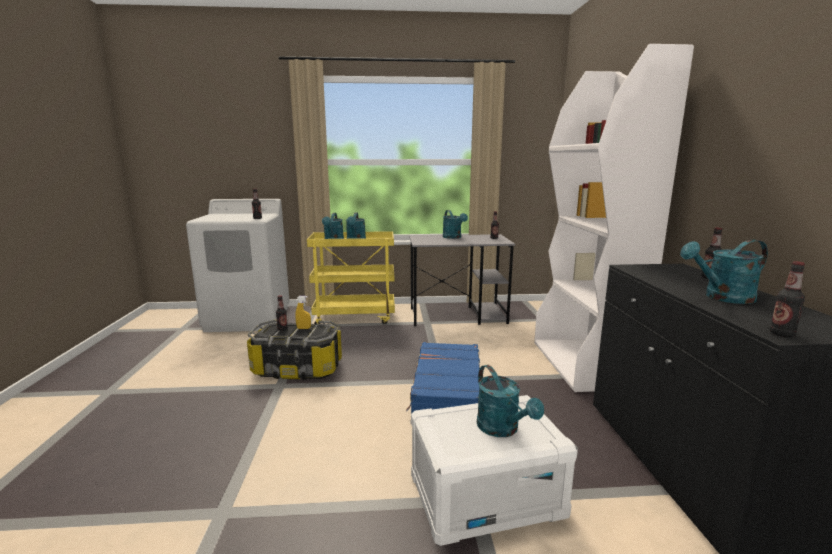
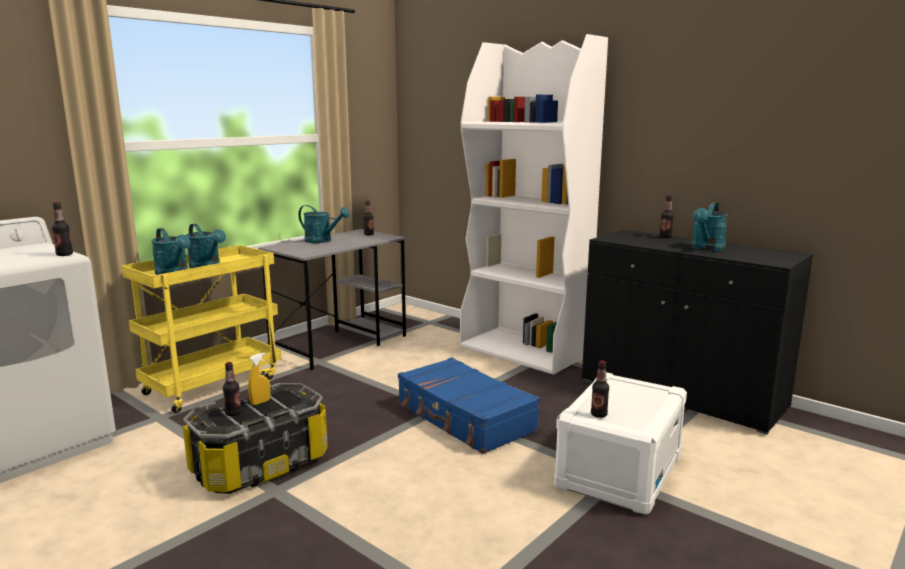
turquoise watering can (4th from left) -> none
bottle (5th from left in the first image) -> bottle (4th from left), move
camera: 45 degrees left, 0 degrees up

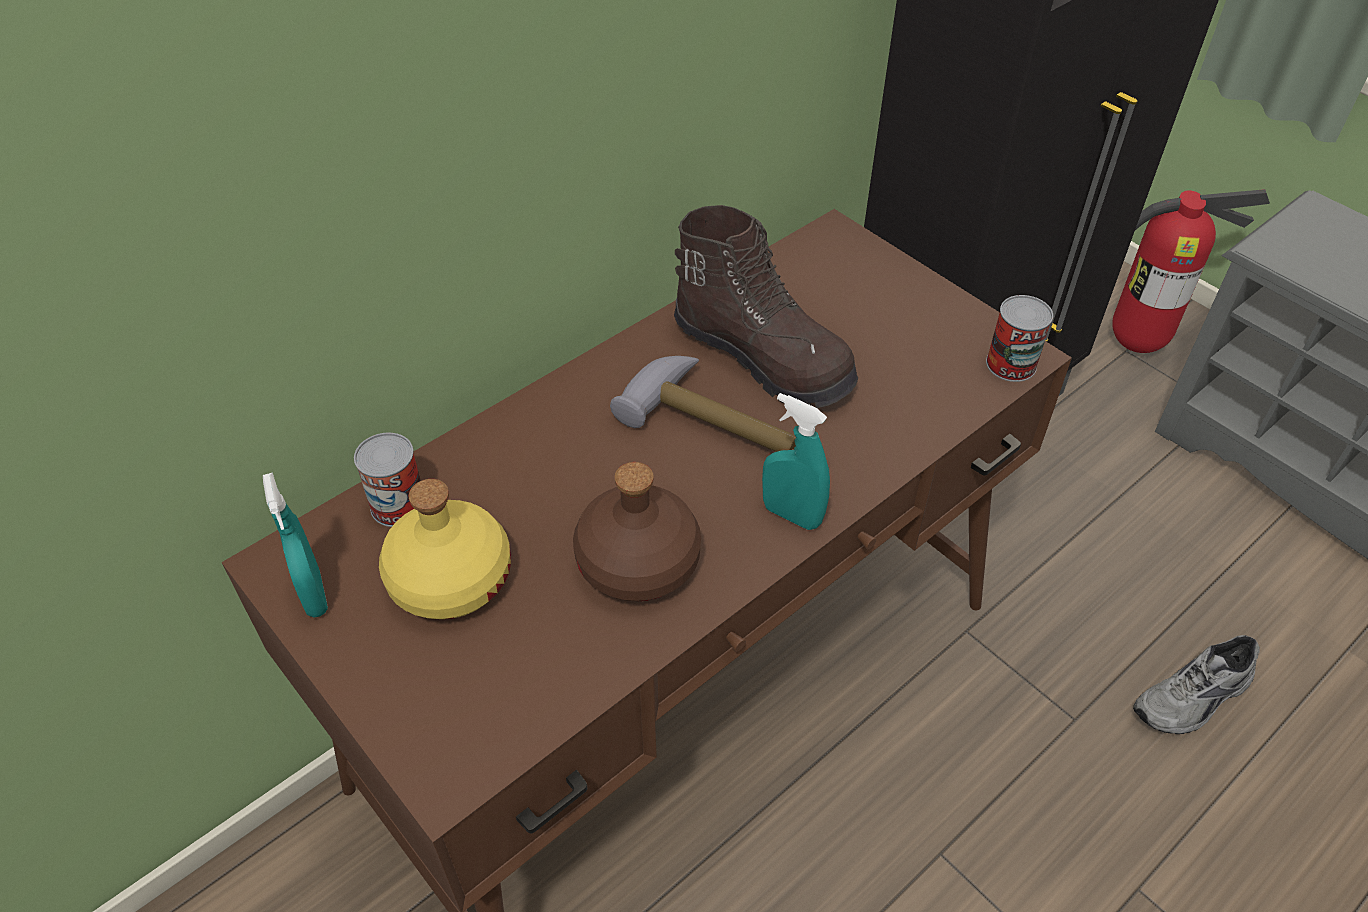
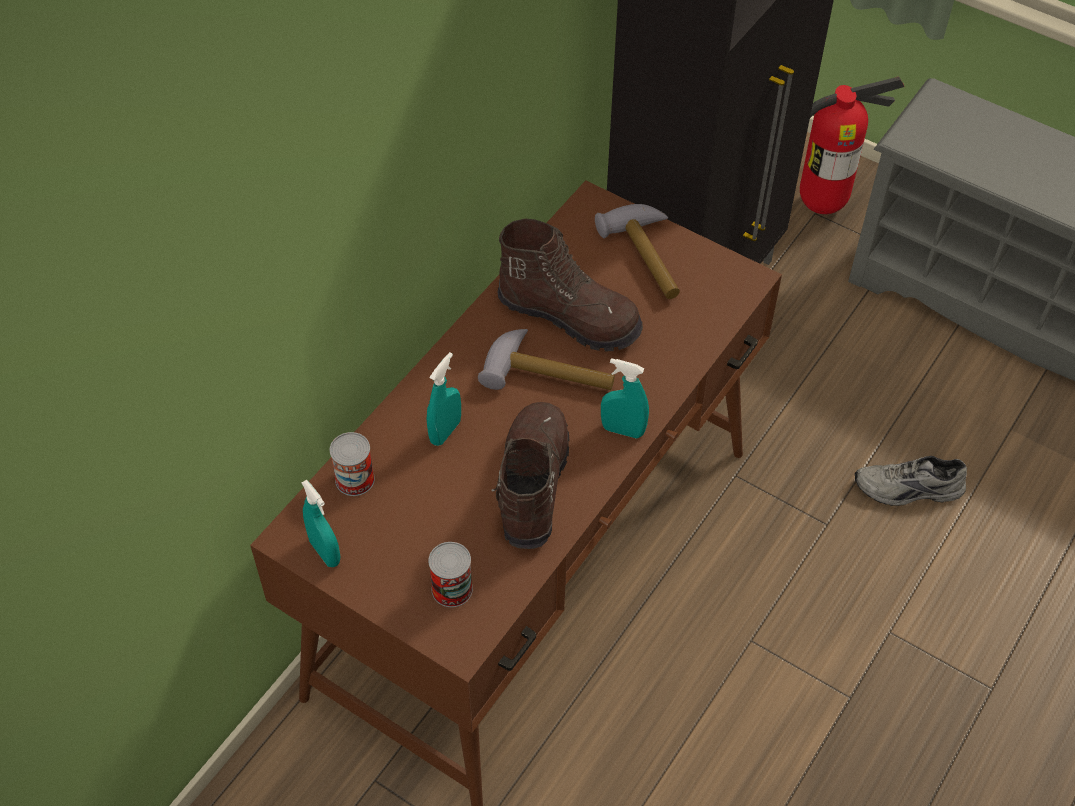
yellow bottle -> none
none -> turquoise spray bottle (2nd from left)
none -> hammer (2nd from left)
can (2nd from left), move
brown bottle -> brown boot (1st from left)
grey shoe, 45 degrees clockwise
camera: 15 degrees left, 5 degrees up

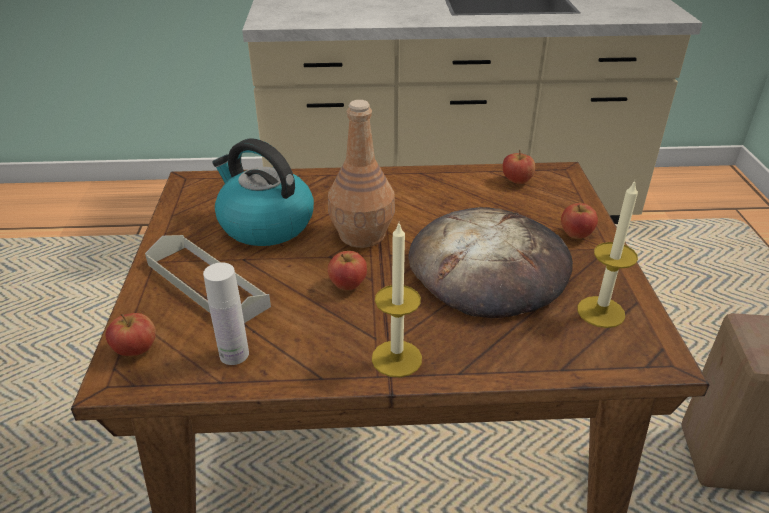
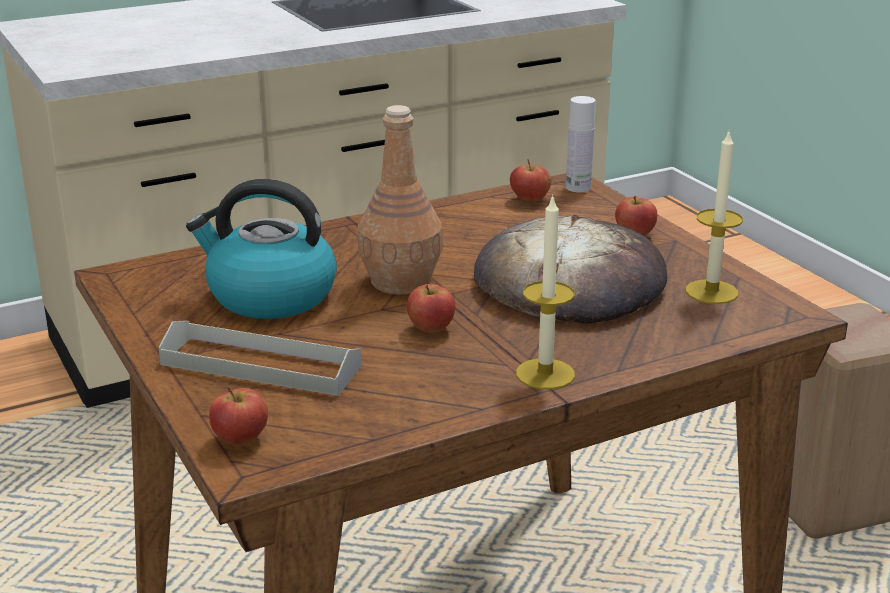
white bottle, move
camera: 25 degrees left, 10 degrees down

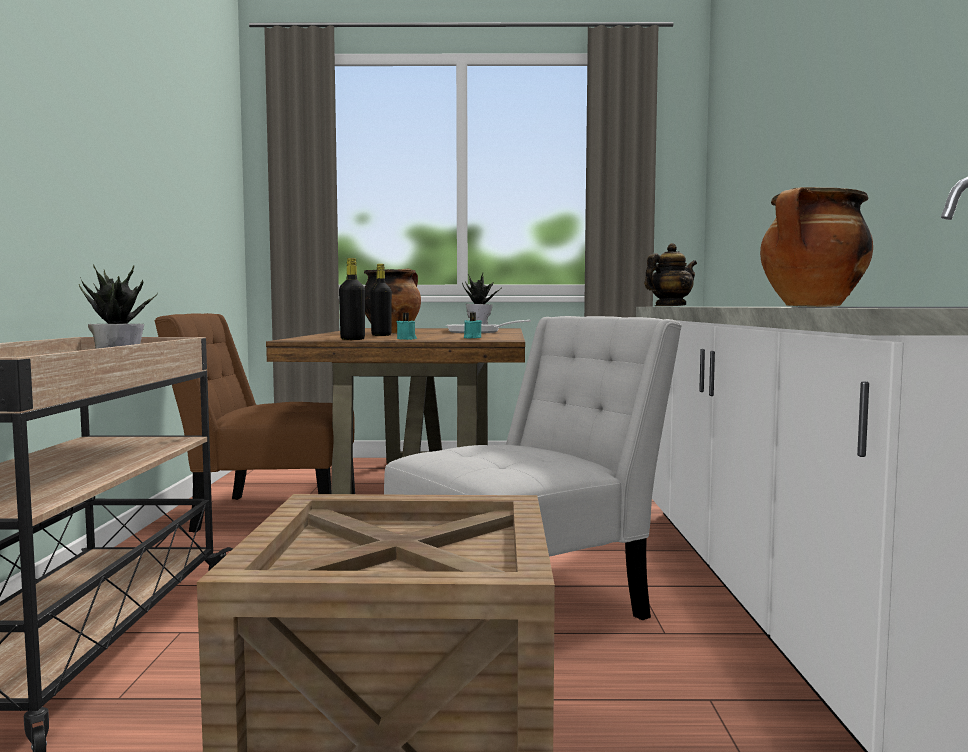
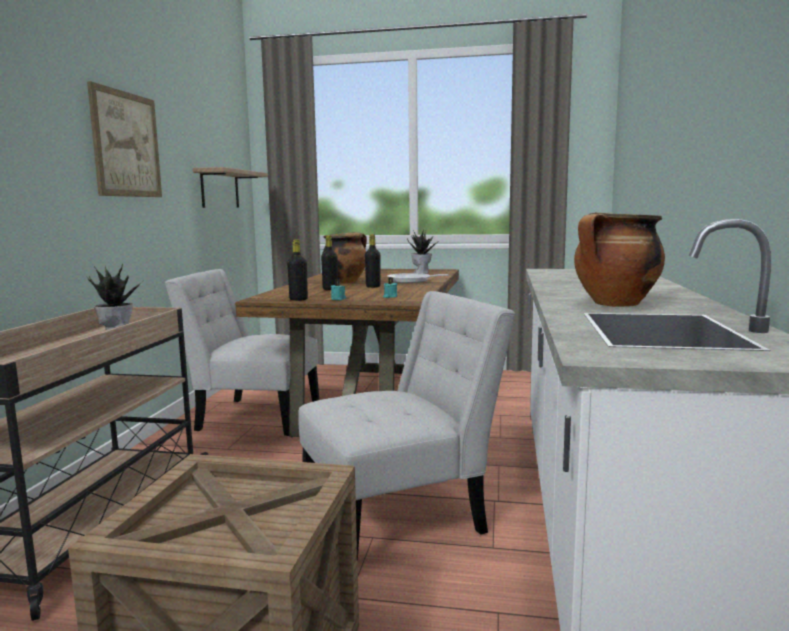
teapot -> none
none -> picture
none -> shelf
none -> black bottle (3rd from left)
brown chair -> white chair (1st from left)
camera: 10 degrees right, 5 degrees up

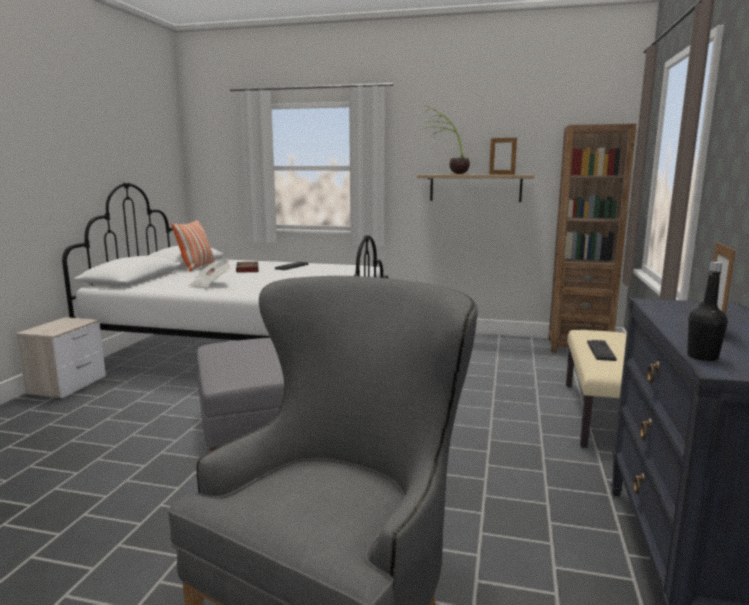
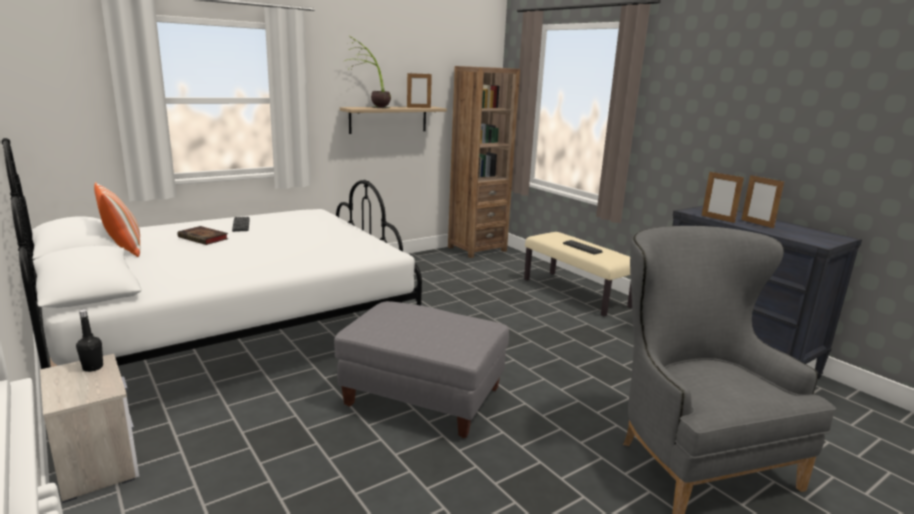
newspaper -> none
none -> picture frame (2nd from left)
black bottle, move
camera: 50 degrees left, 5 degrees up

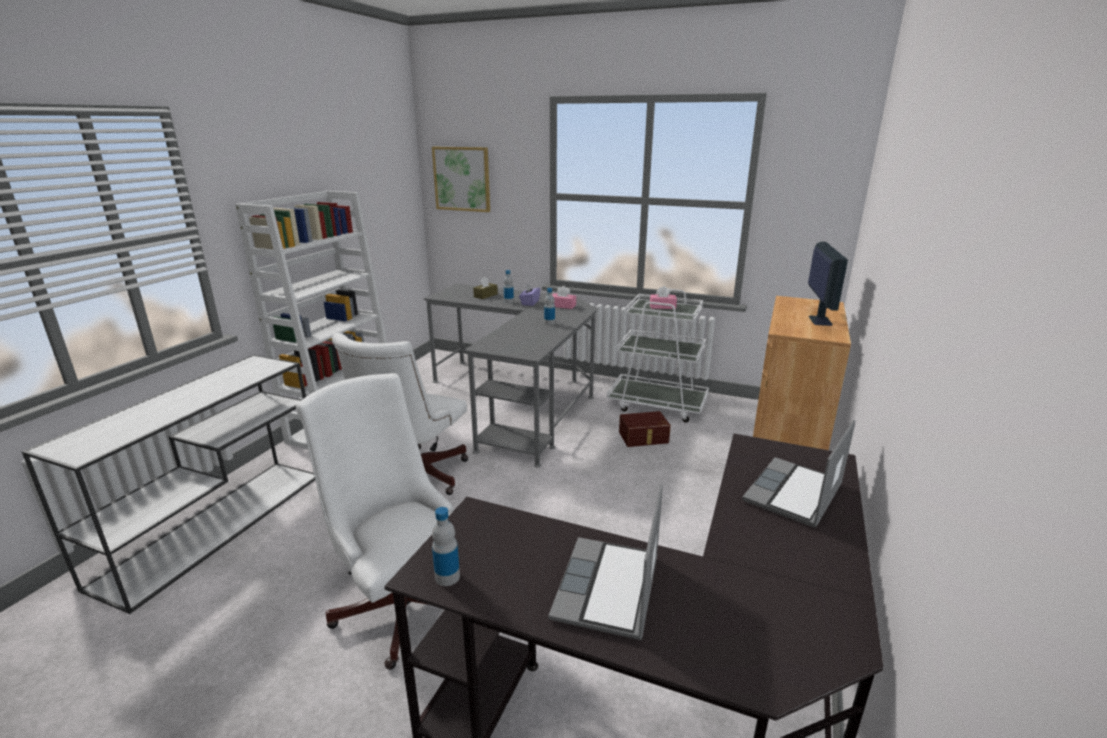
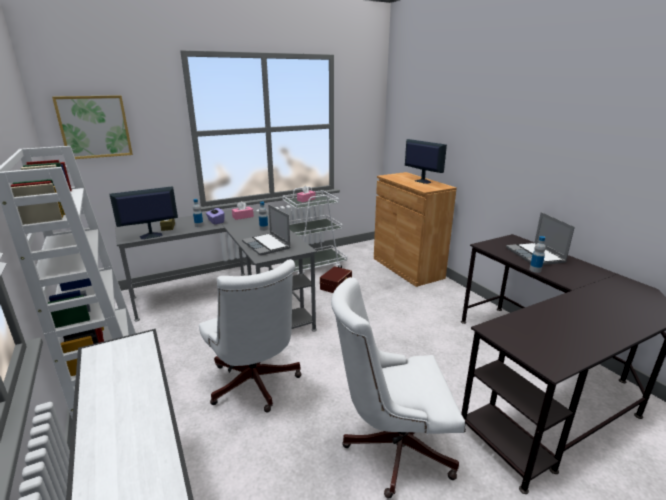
none -> monitor (1st from left)
bottle (1st from left in the first image) -> bottle (3rd from left), move
laptop (1st from left), move
camera: 50 degrees left, 0 degrees up

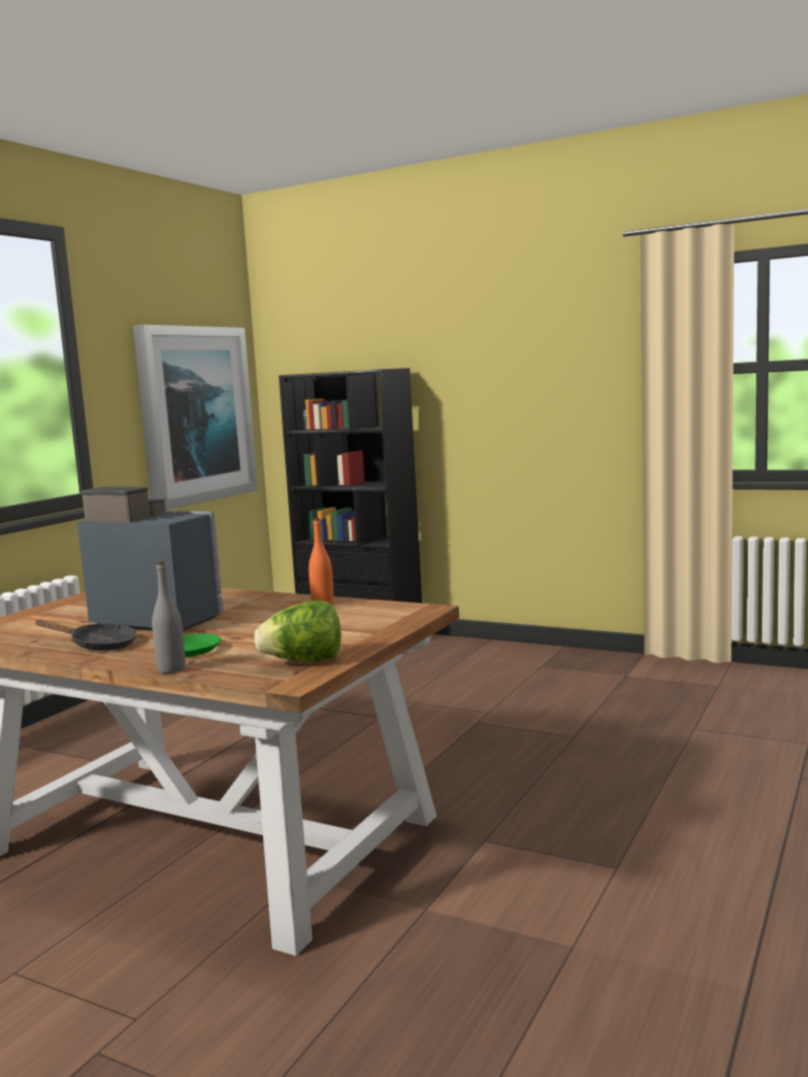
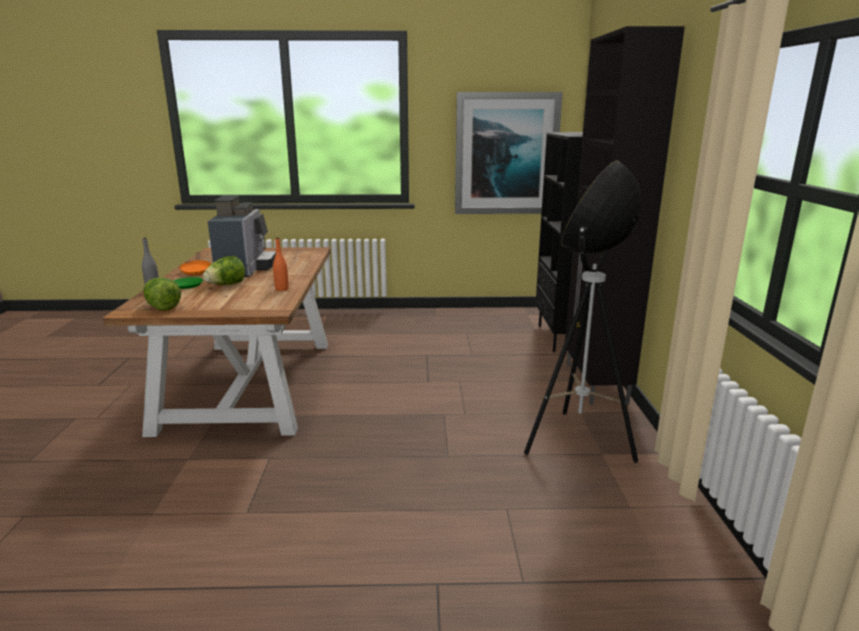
none -> lettuce (2nd from left)
none -> floor lamp
none -> black cabinet
black frying pan -> orange frying pan
camera: 60 degrees right, 10 degrees up

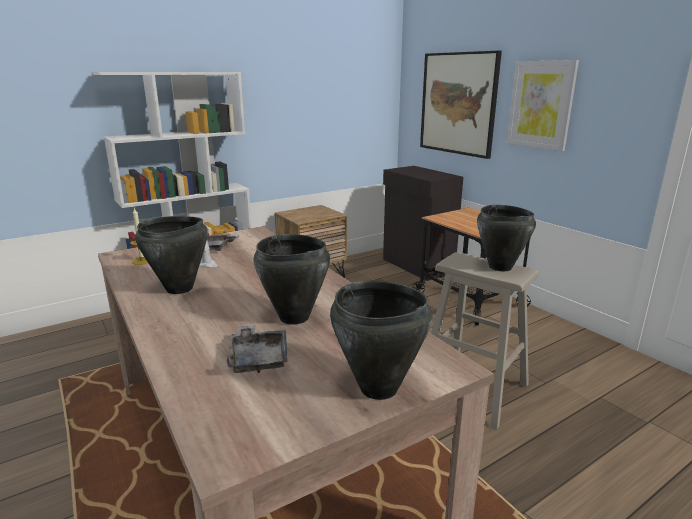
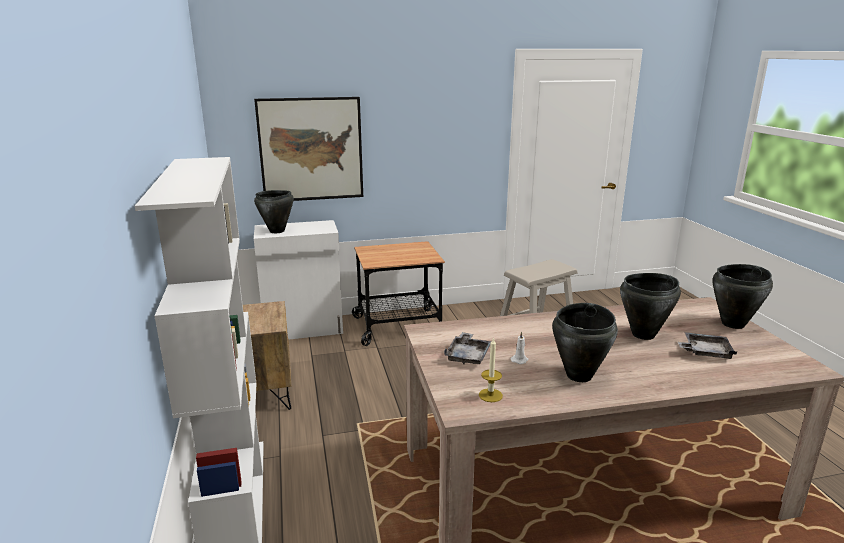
picture (2nd from left) -> none
black cooking pot (4th from left in the first image) -> black cooking pot (1st from left), move
black cabinet -> white cabinet
camera: 70 degrees left, 0 degrees up

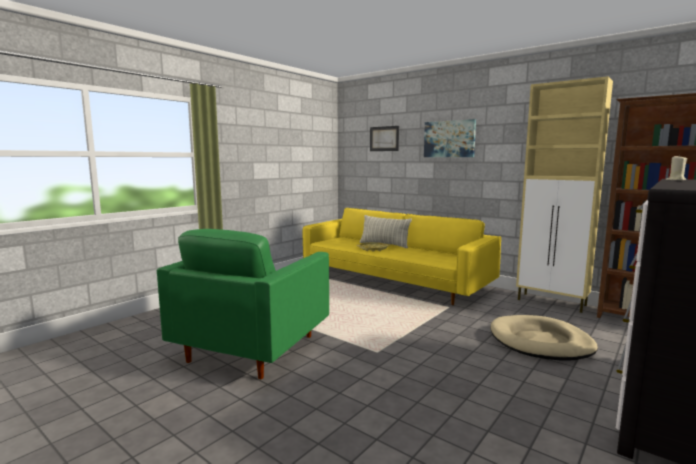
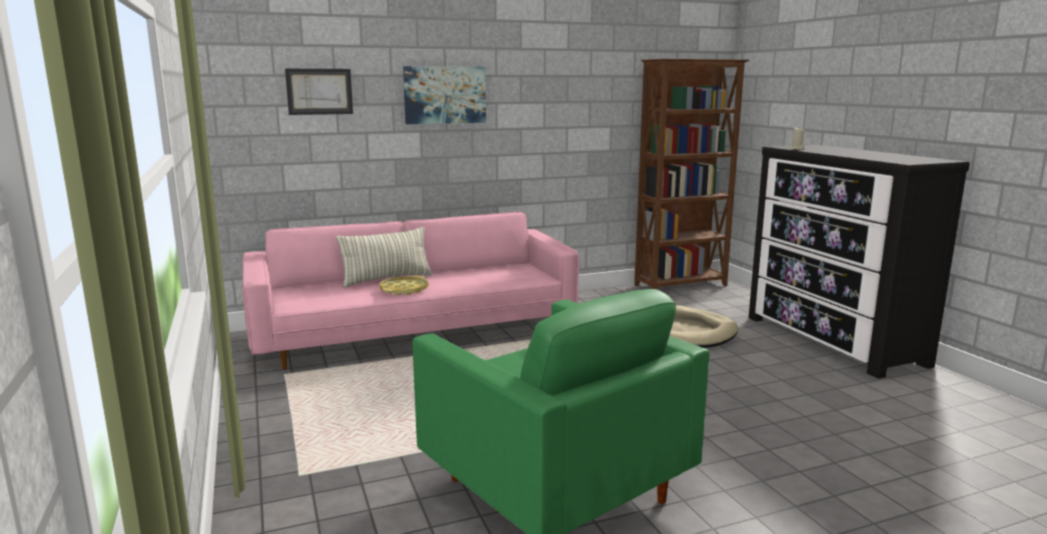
beige cabinet -> none
yellow sofa -> pink sofa
camera: 60 degrees left, 5 degrees up

